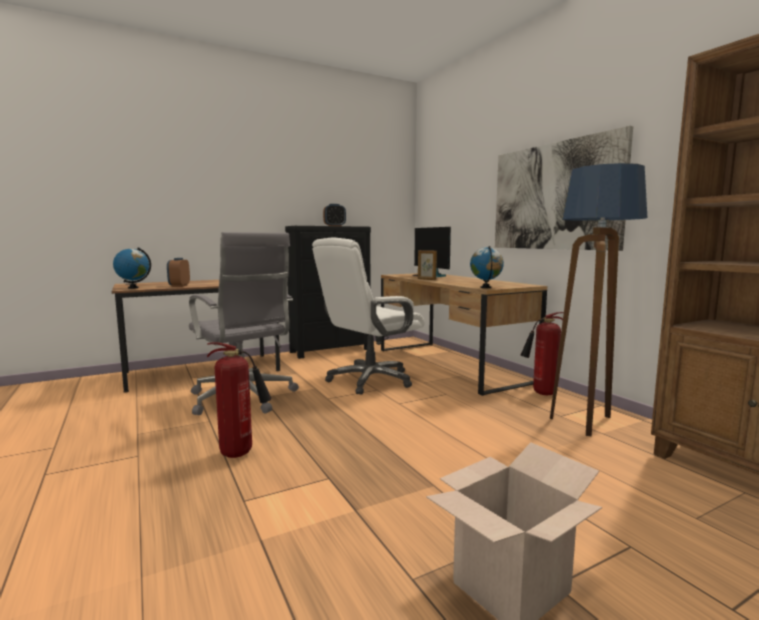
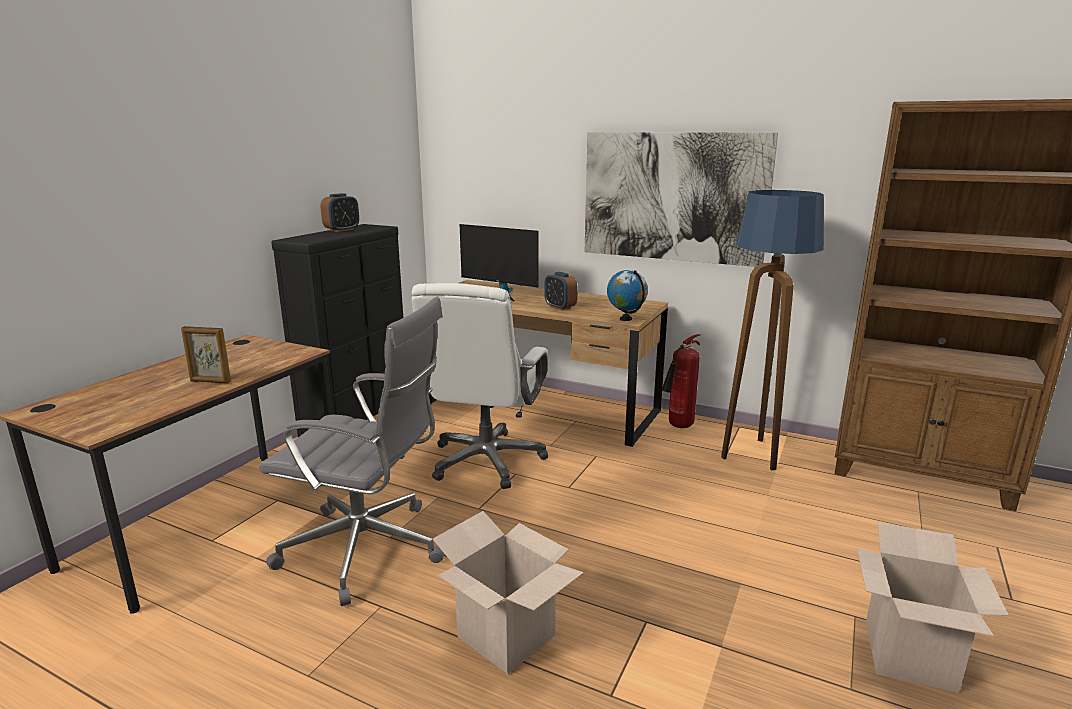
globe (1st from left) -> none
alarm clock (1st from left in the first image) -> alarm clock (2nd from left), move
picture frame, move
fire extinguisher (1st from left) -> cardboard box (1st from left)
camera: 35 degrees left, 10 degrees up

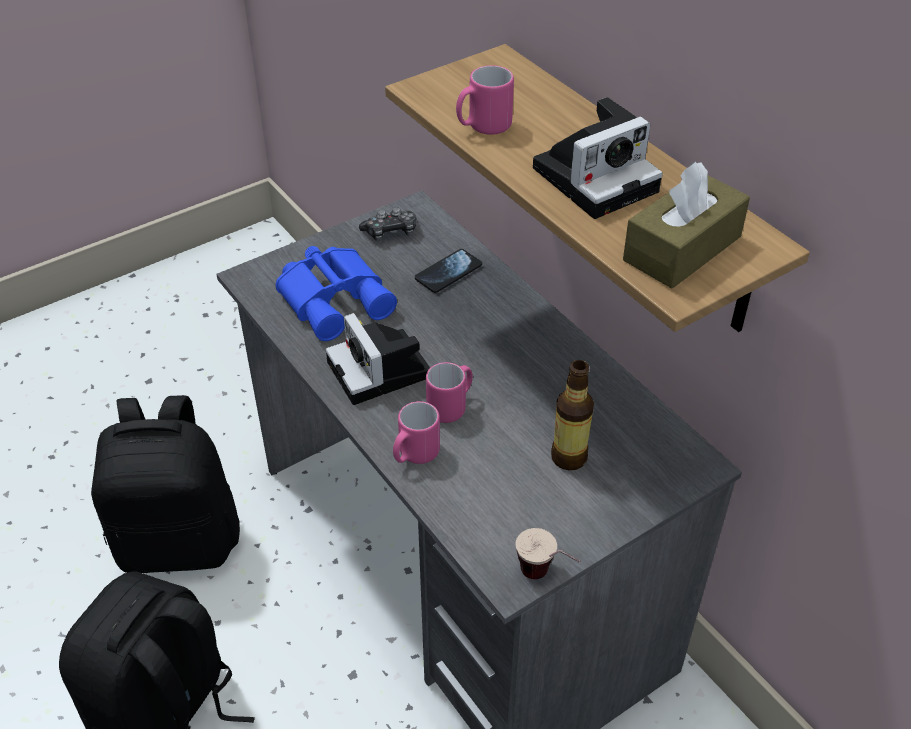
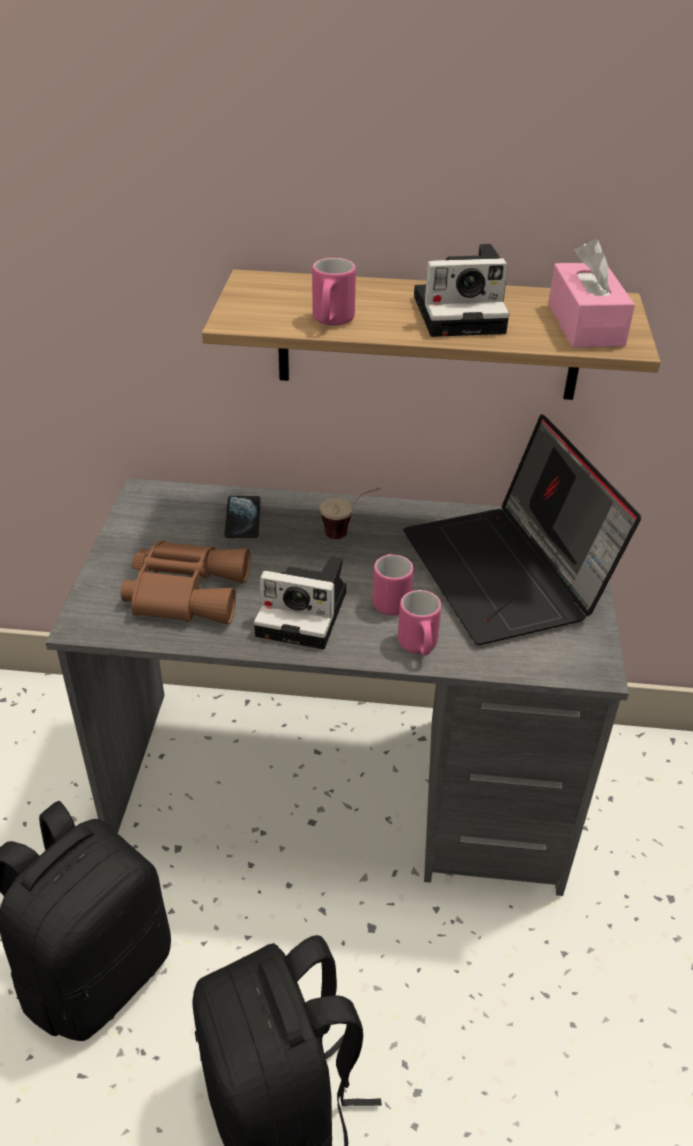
game controller -> none
cup, move
bottle -> laptop
blue binoculars -> brown binoculars
brown tissue box -> pink tissue box
photo camera (2nd from left), 75 degrees clockwise
camera: 50 degrees left, 5 degrees down

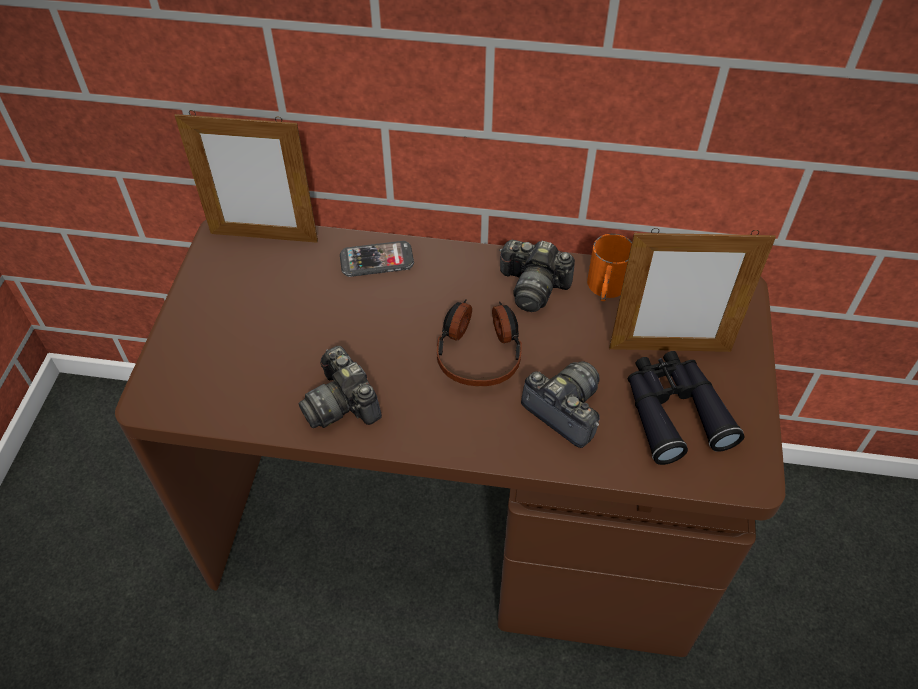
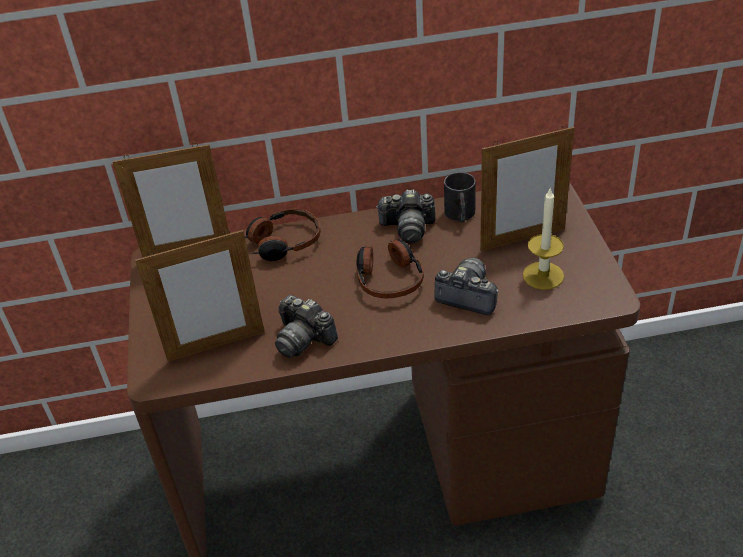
none -> picture frame (2nd from left)
phone -> headphones (1st from left)
black binoculars -> candle
orange mug -> black mug
camera: 15 degrees left, 10 degrees down

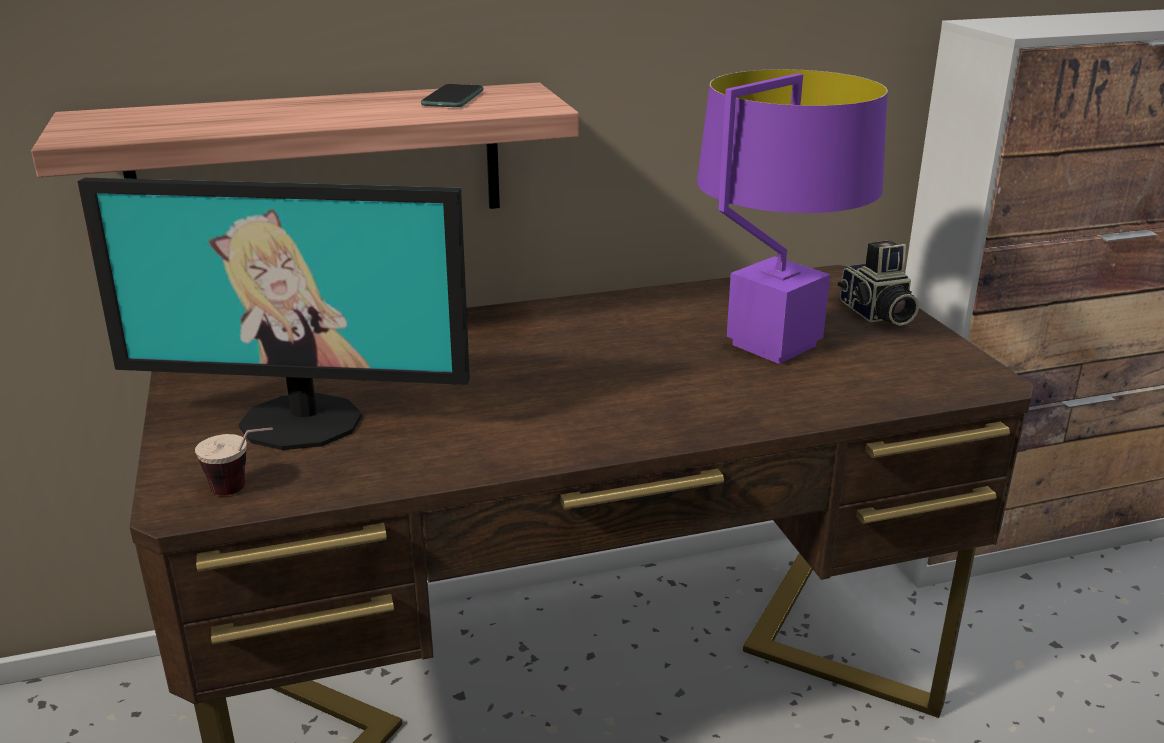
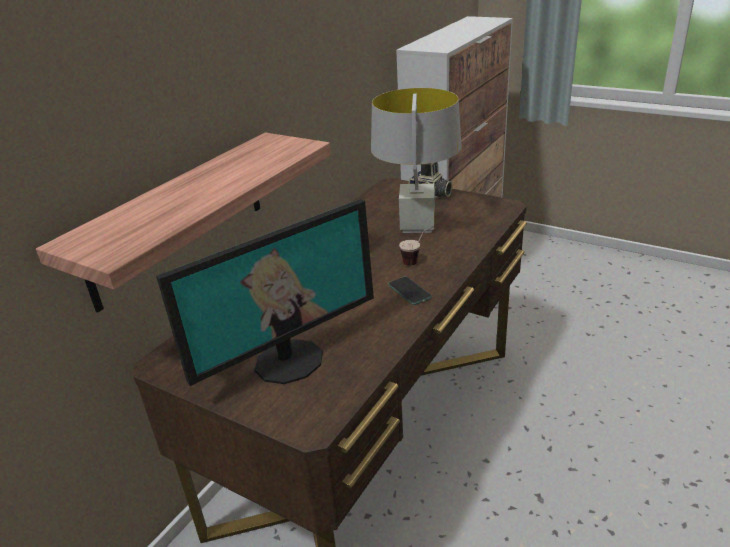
cup, move
phone, move
purple table lamp -> grey table lamp
camera: 40 degrees left, 5 degrees up

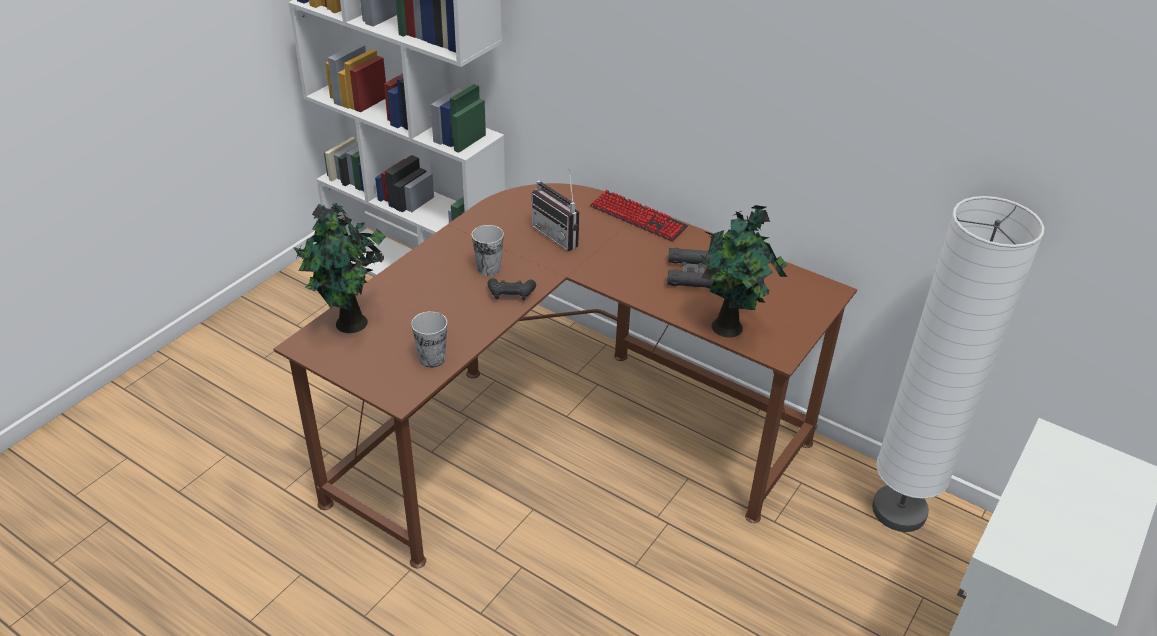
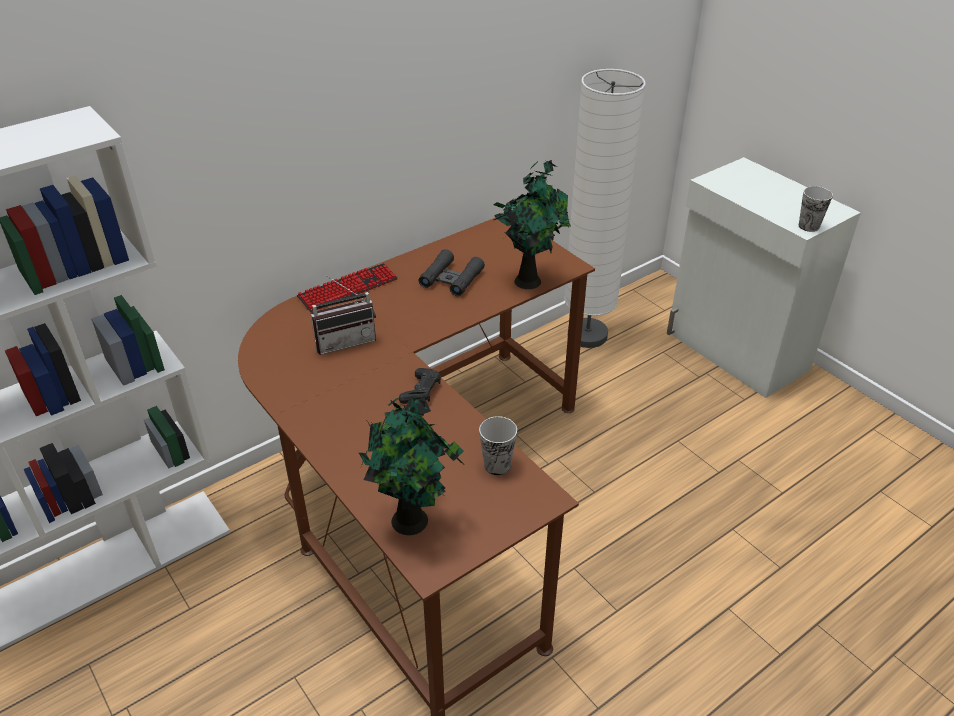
cup (2nd from left), move
camera: 70 degrees left, 0 degrees up

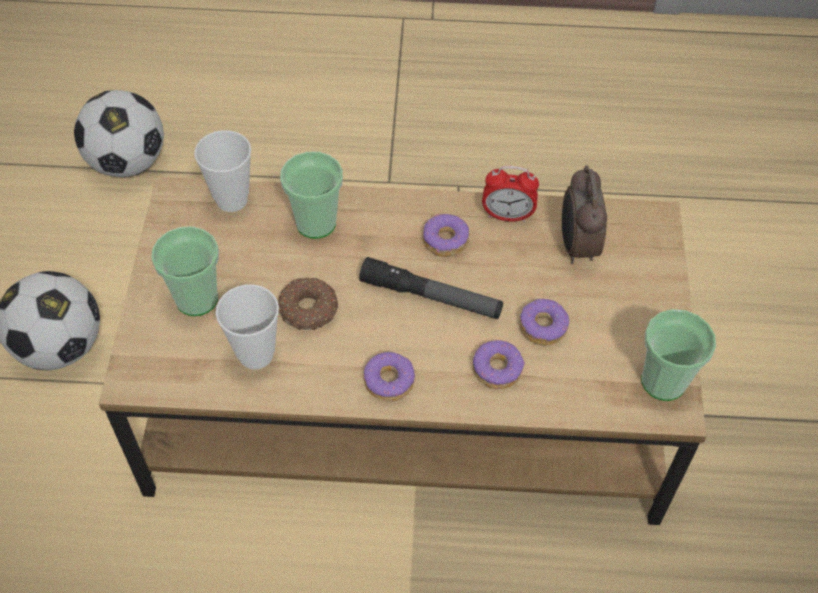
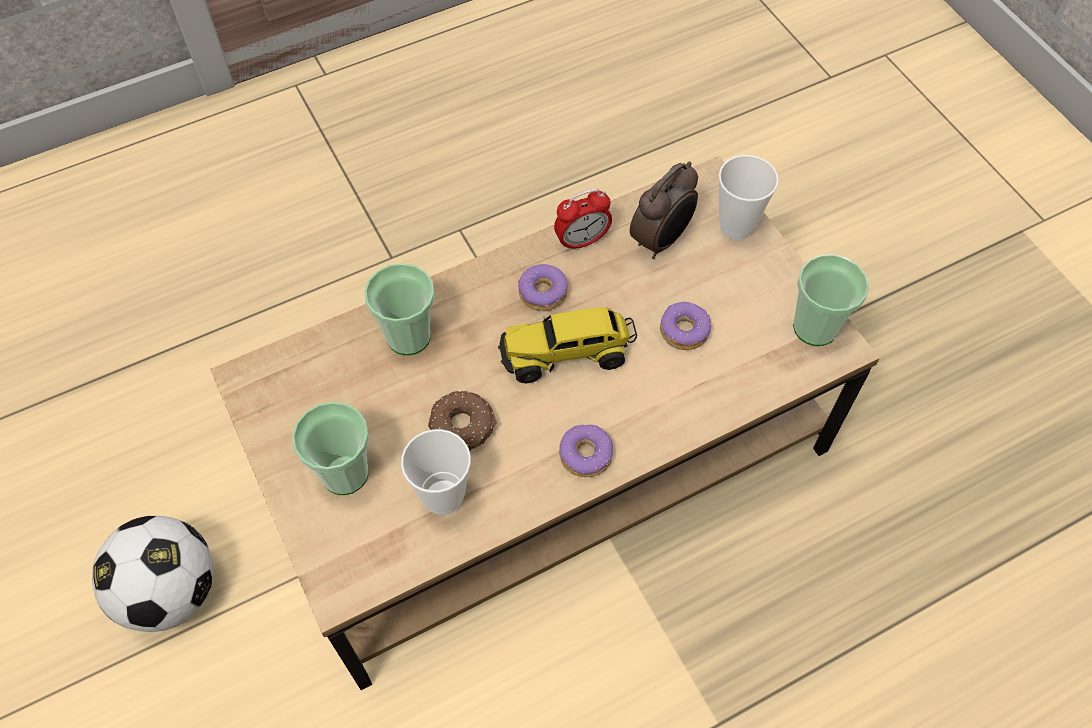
football (2nd from left) -> none
donut (4th from left) -> none
cup (2nd from left in the first image) -> cup (4th from left), move
flashlight -> toy truck
alarm clock (2nd from left), 105 degrees counterclockwise
camera: 30 degrees left, 5 degrees up

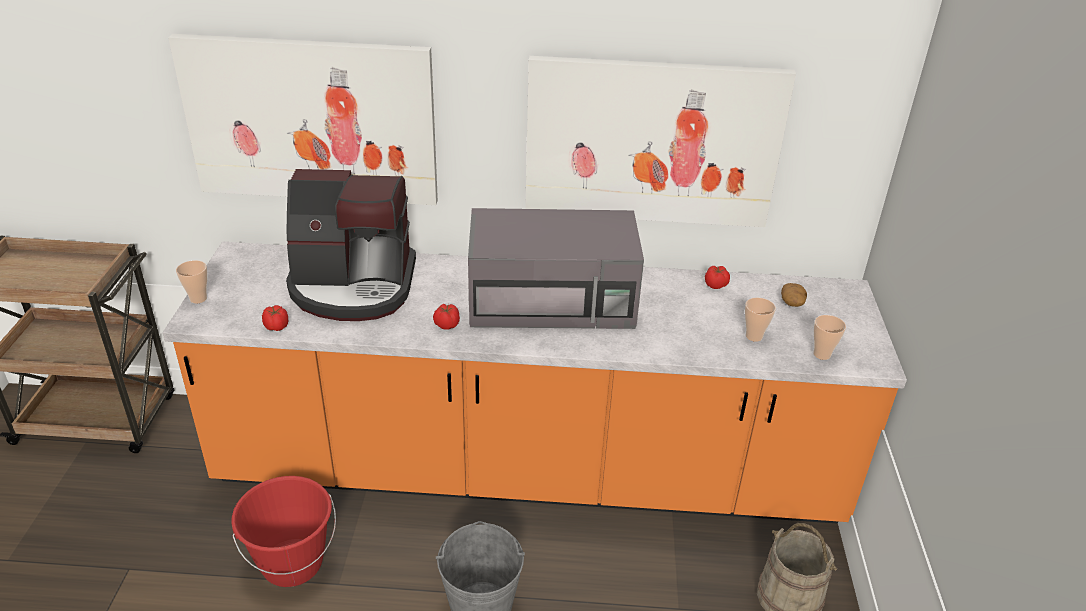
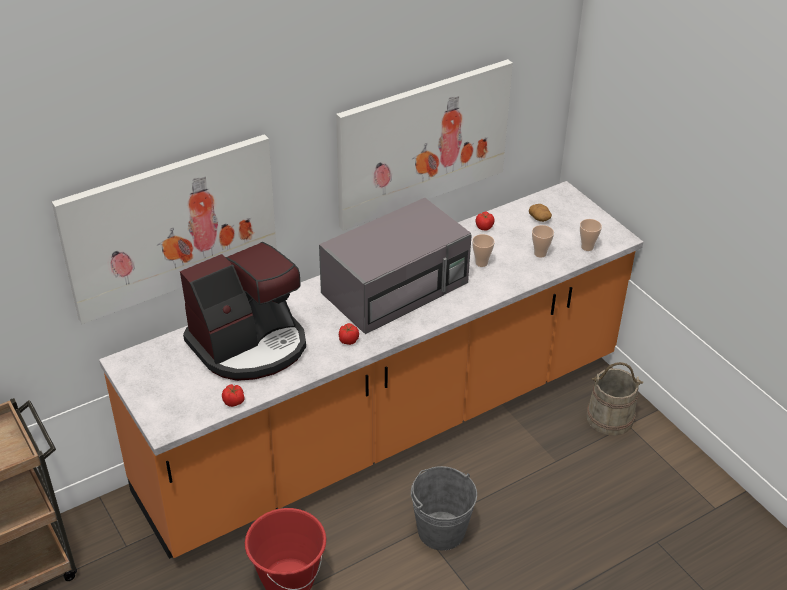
cup (1st from left), move
camera: 35 degrees left, 5 degrees up

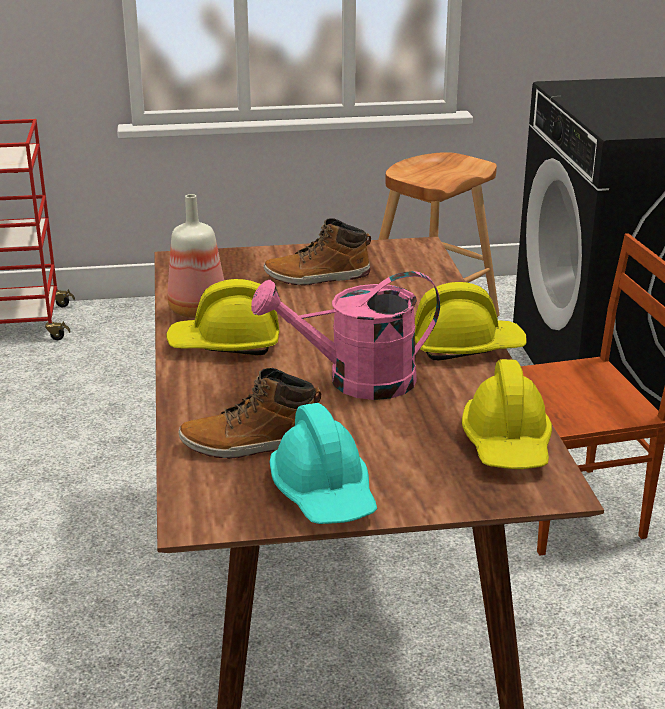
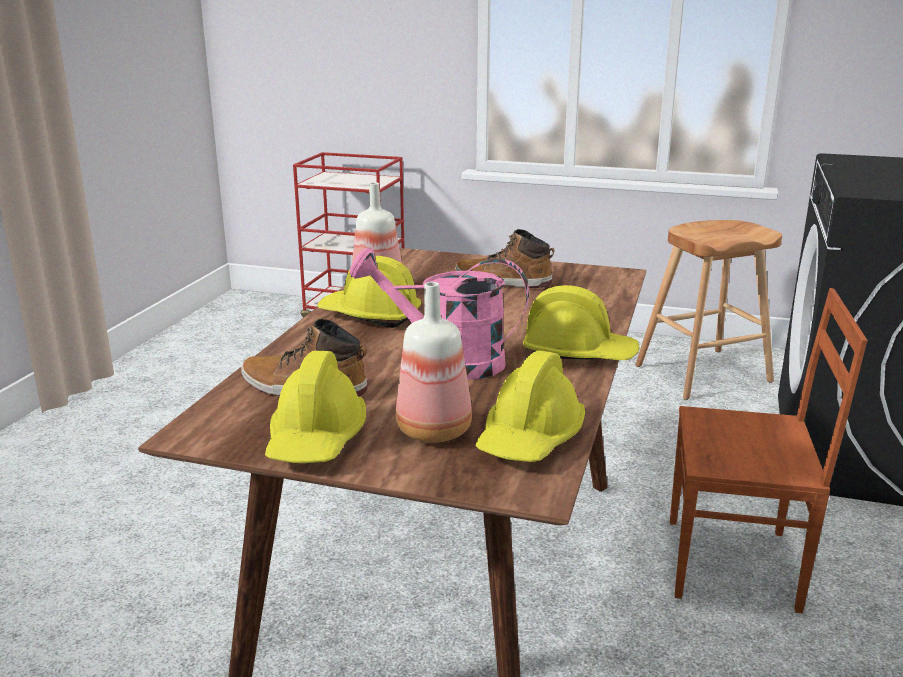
none -> bottle (2nd from left)
turquoise hard hat -> yellow hard hat (1st from left)
camera: 25 degrees right, 5 degrees down

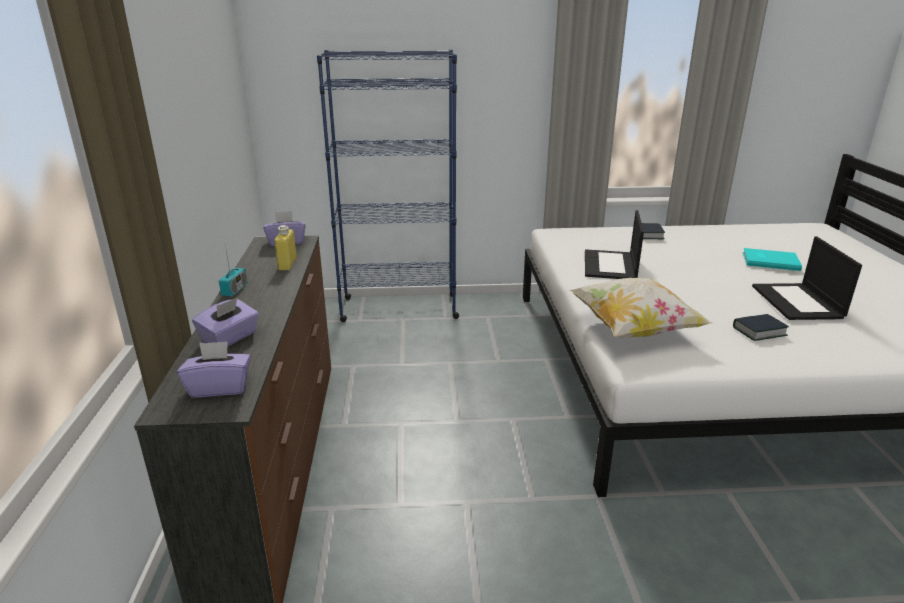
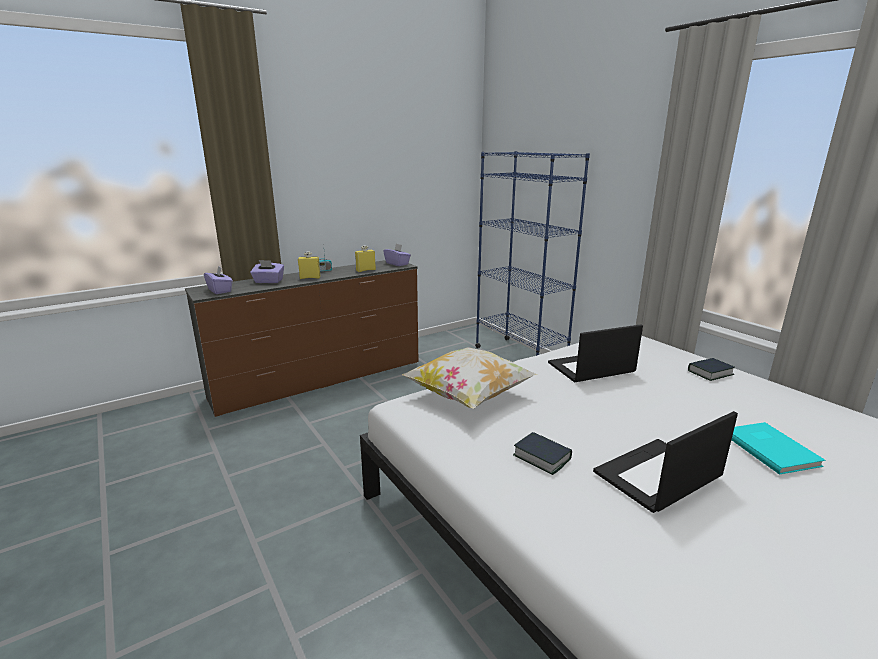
none -> yellow bottle (1st from left)
camera: 60 degrees right, 5 degrees down

